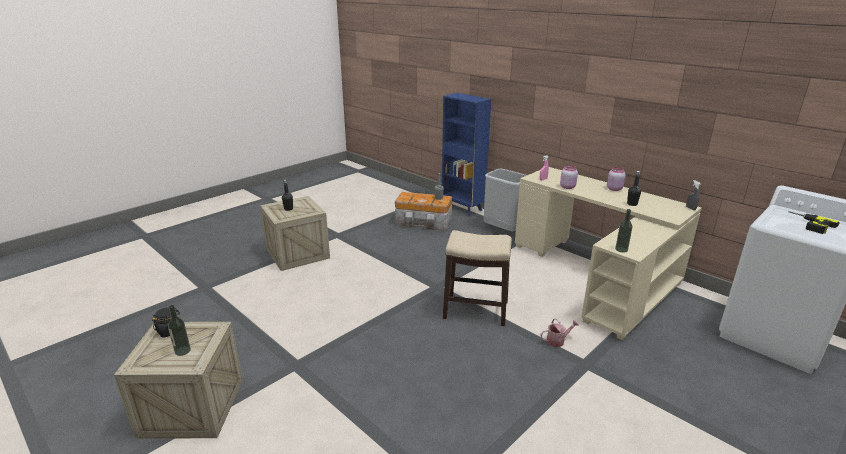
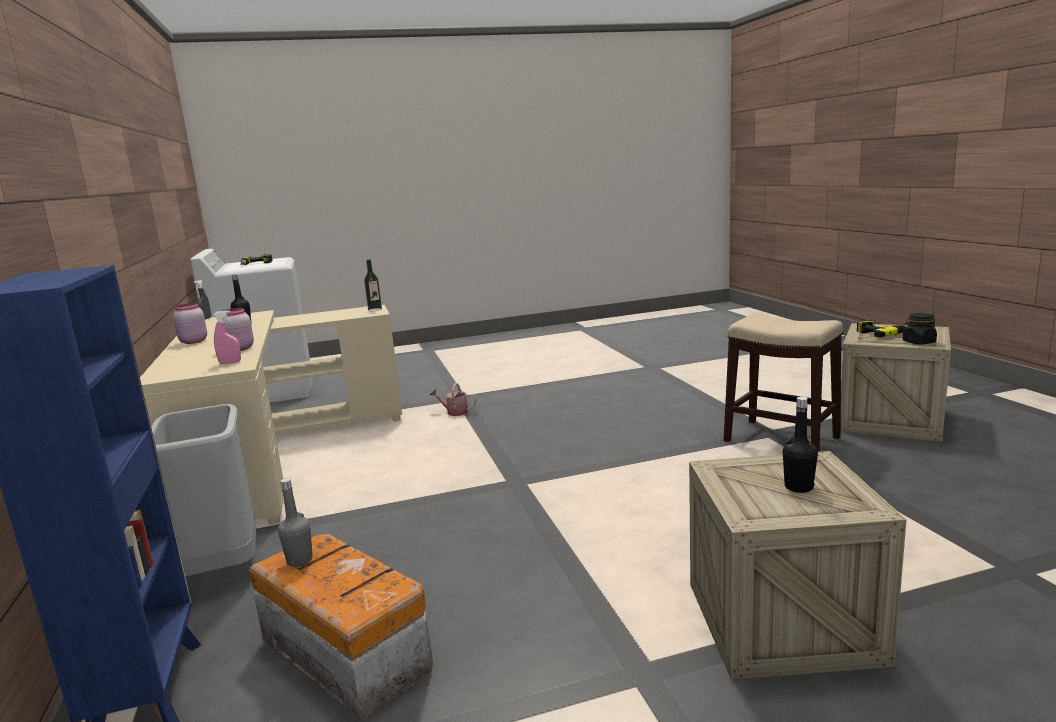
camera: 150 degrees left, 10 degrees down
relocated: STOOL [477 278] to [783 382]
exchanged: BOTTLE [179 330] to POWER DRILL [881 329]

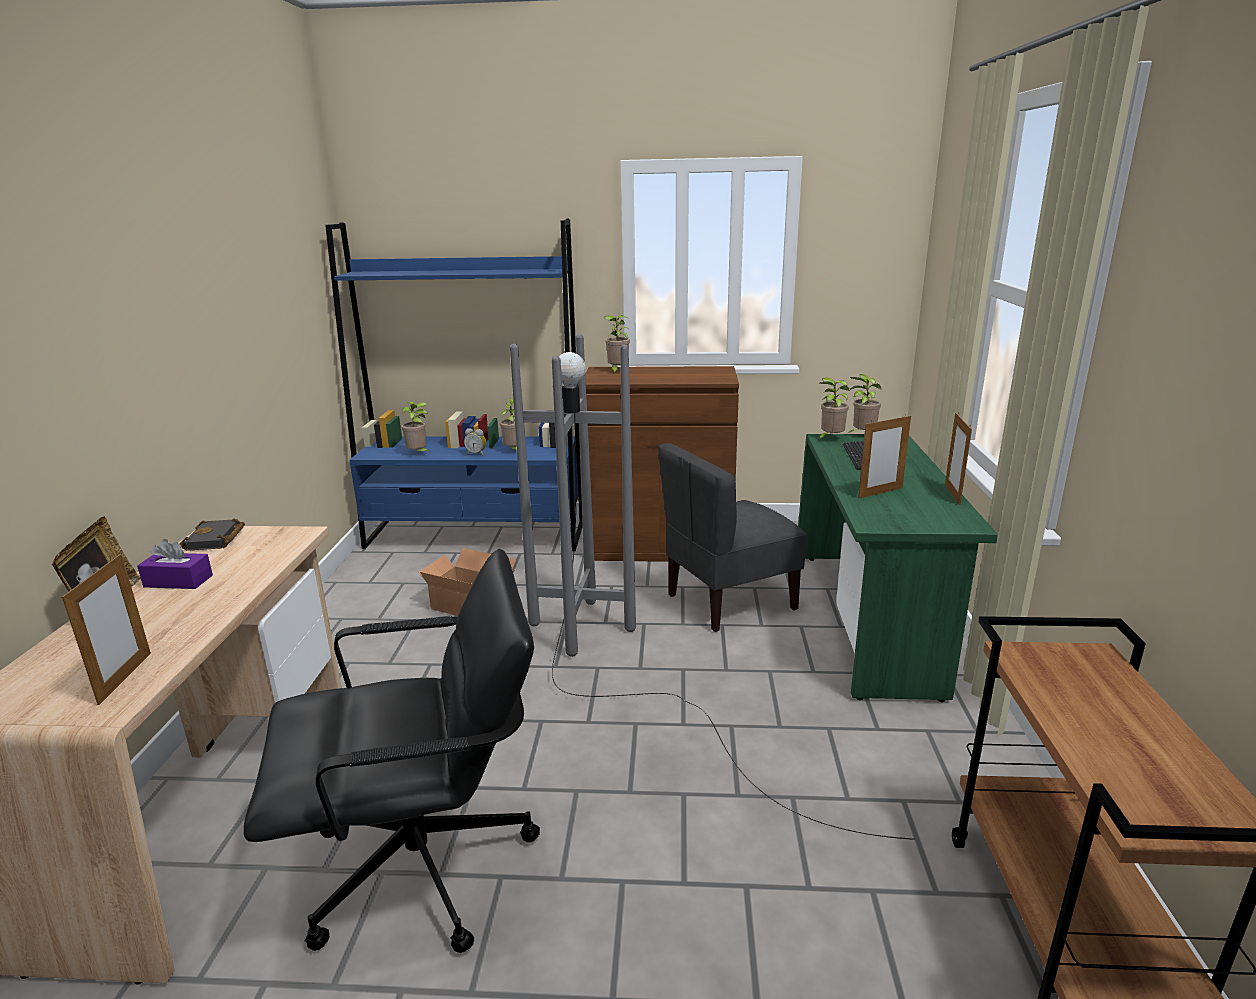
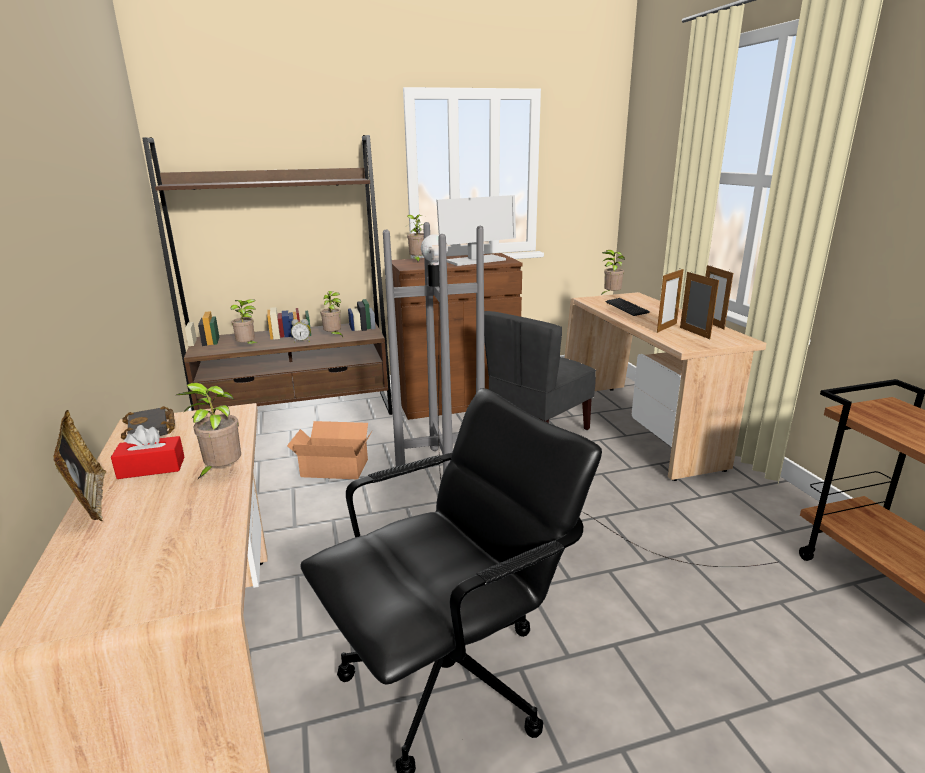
camera: 20 degrees left, 0 degrees up
appeared: MONITOR [476 230]
relocated: POTTED PLANT [834 408] to [209 431]; PICTURE FRAME [106 629] to [699 305]
colour: BLUE BOOKCASE [454 384] to BROWN BOOKCASE [267 275]; GREEN DESK [898 568] to BEIGE DESK [666 386]; PURPLE TISSUE BOX [175 564] to RED TISSUE BOX [147 452]

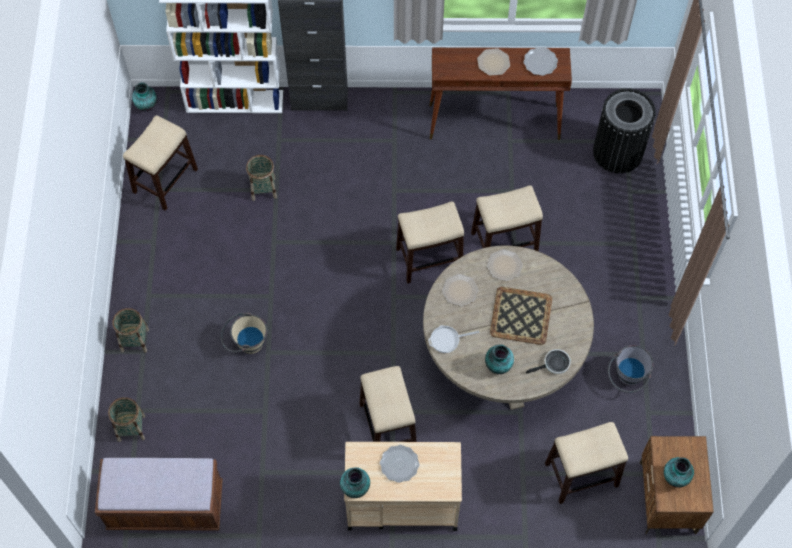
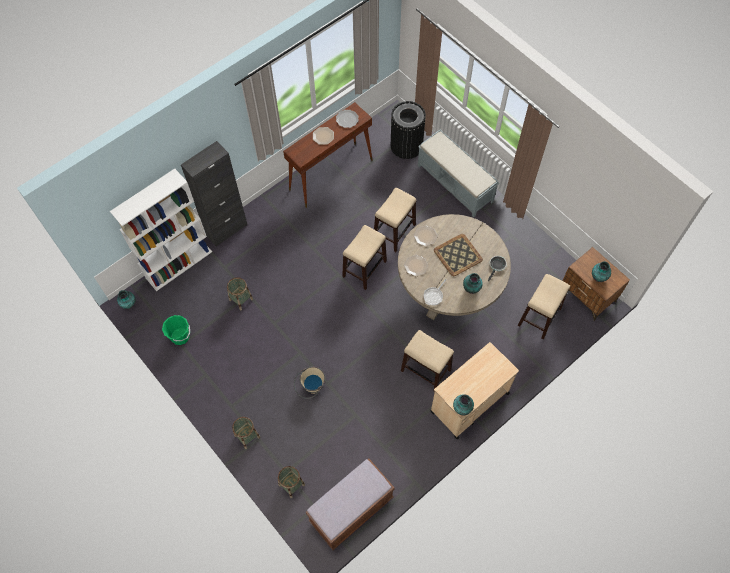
camera: 40 degrees left, 0 degrees up
missing: GREY BUCKET [630 369]; PLATE [399 464]
appeared: GREY BENCH [458 174]
exchanged: STOOL [160 163] to GREEN BUCKET [176 330]

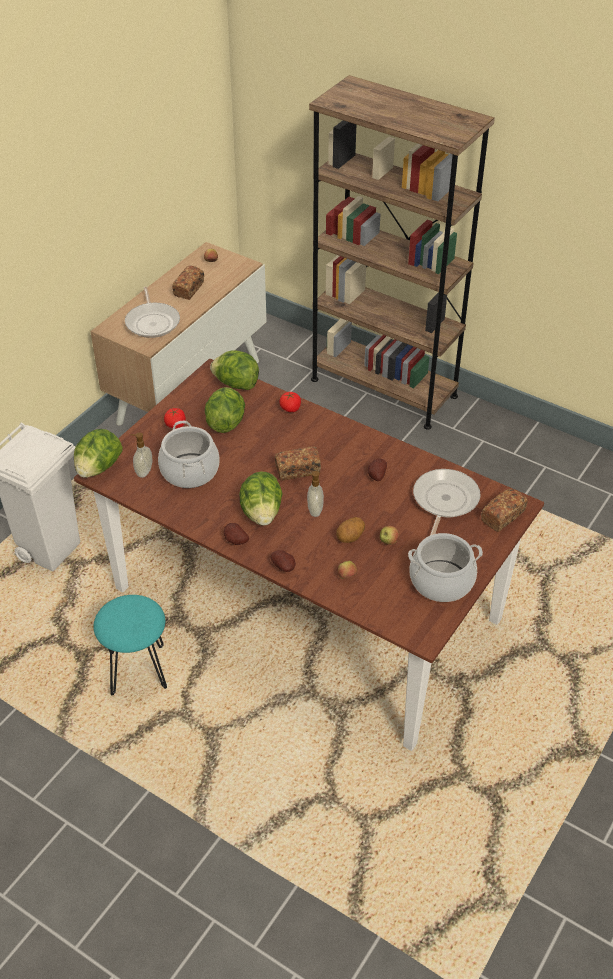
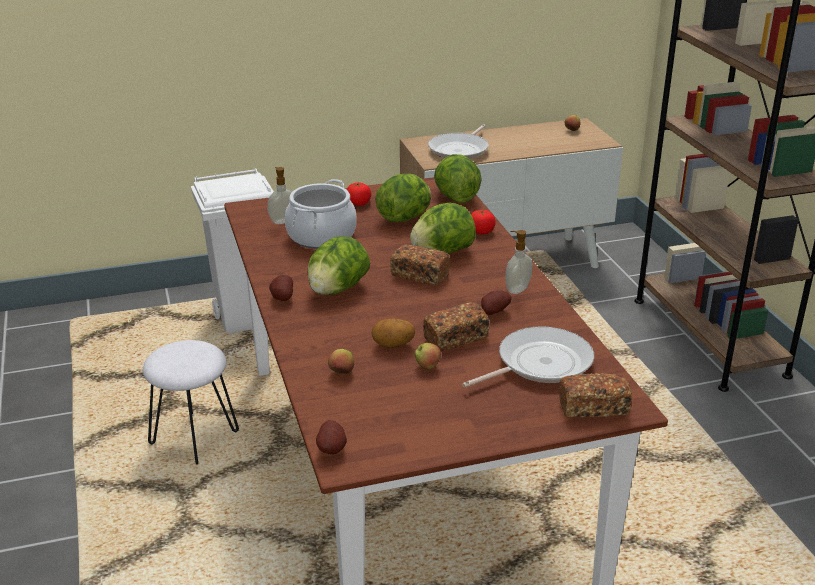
camera: 40 degrees right, 15 degrees down
missing: COOKING POT [445 567]
relocated: BREAD [188 282] to [456 327]; LETTUCE [98 453] to [443 227]; SOAP DISPENSER [314 494] to [519 262]; POTATO [283 561] to [331 437]
colour: TURQUOISE STOOL [130 645] to WHITE STOOL [191 402]

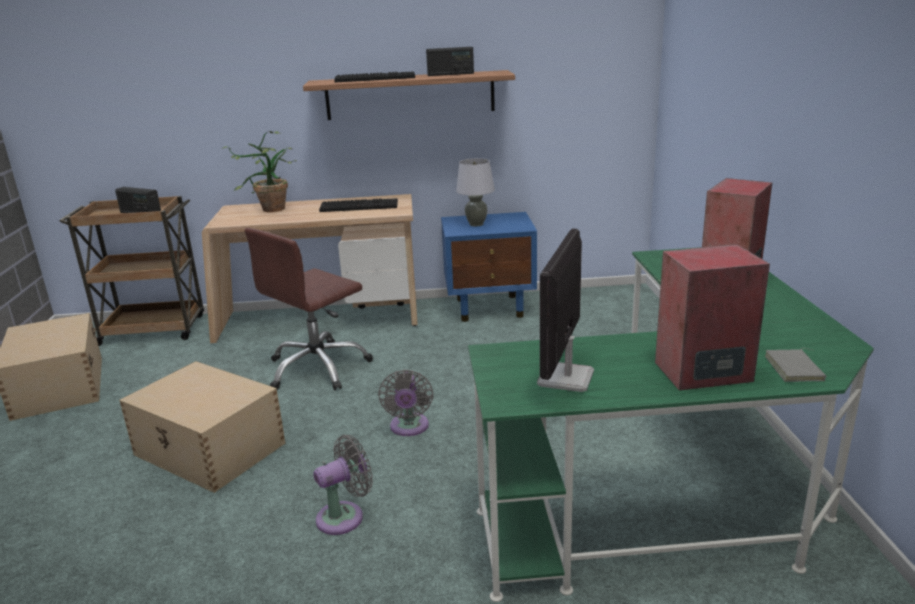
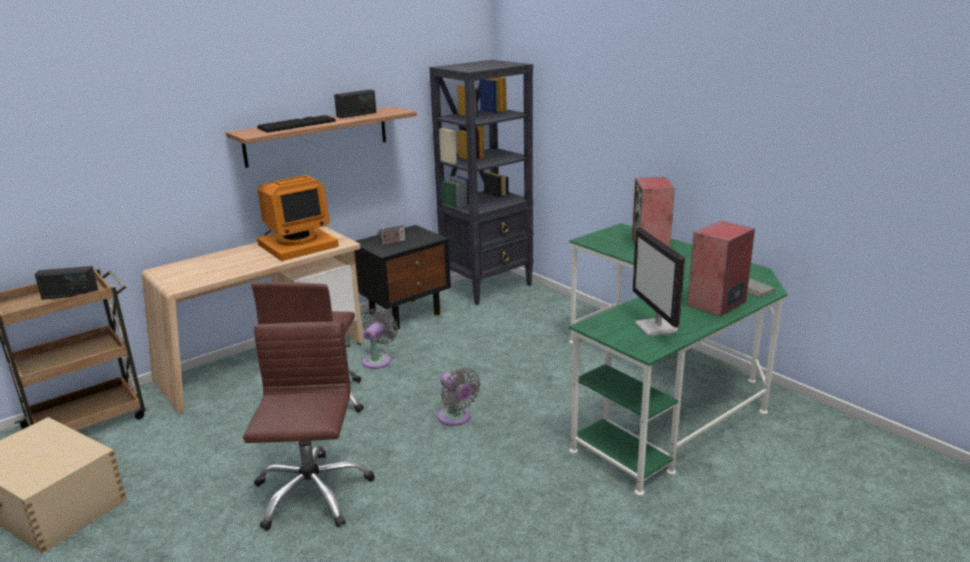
camera: 35 degrees left, 0 degrees up
missing: POTTED PLANT [259 171]
appeared: BLACK BOOKCASE [481 182]
relocated: GREY FAN [343 485] to [380 338]
exchanged: GREY TABLE LAMP [475 192] to RADIO [391 233]; KEYBOARD [358 205] to MONITOR [298 218]; BEIGE STORAGE BOX [202 427] to BROWN OFFICE CHAIR [309 426]
colour: BLUE NIGHTSTAND [489 267] to BLACK NIGHTSTAND [402 277]

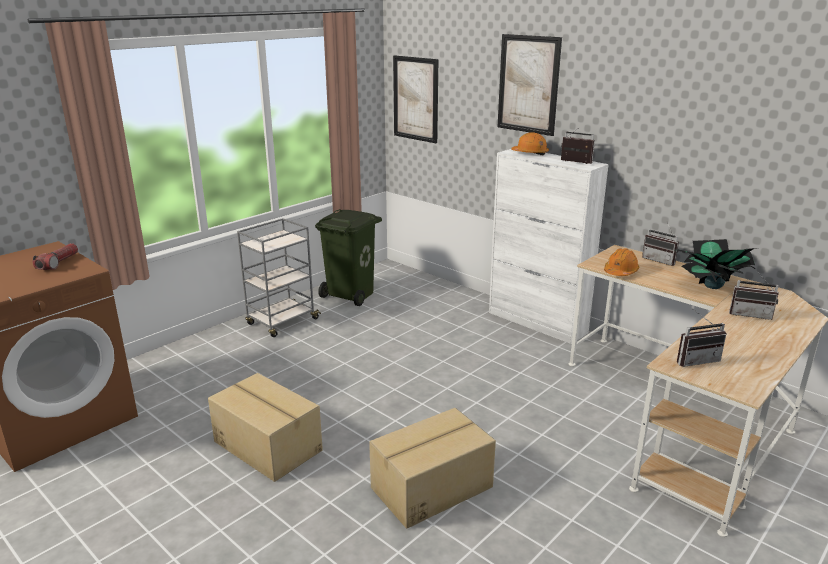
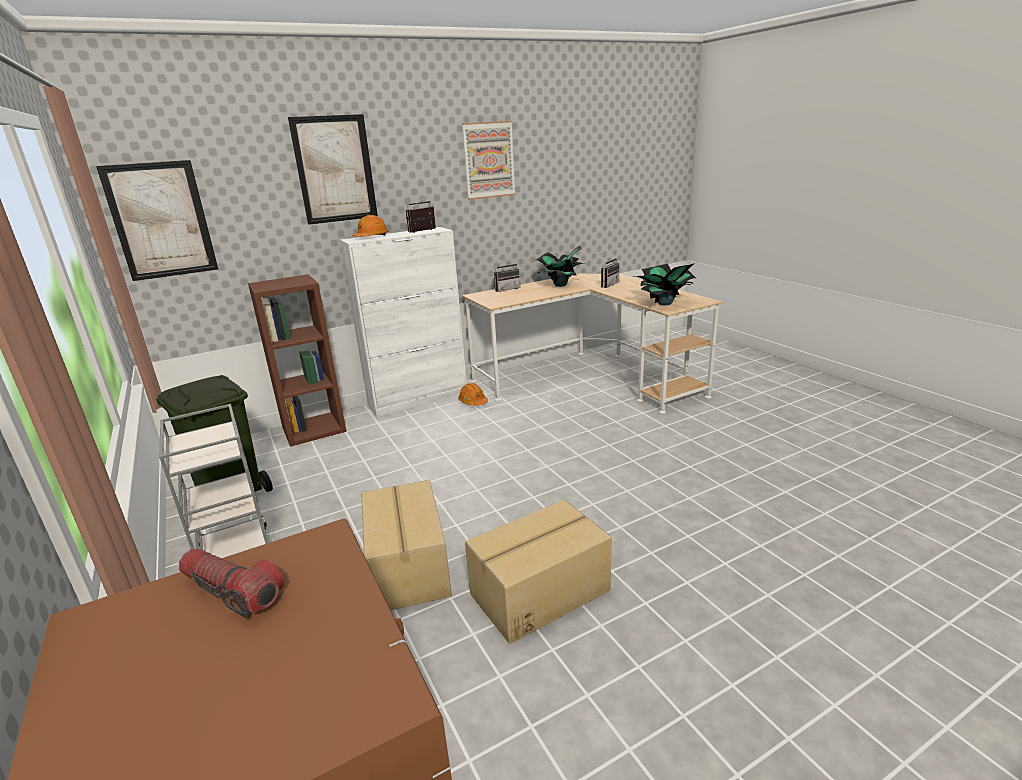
camera: 70 degrees left, 0 degrees up
appeared: PICTURE [489 160]; BROWN BOOKCASE [297 360]
relocated: ORANGE HARD HAT [621 262] to [473 394]; CARDBOARD BOX [432 468] to [406 545]
exchanged: RADIO [702 338] to POTTED PLANT [664 284]

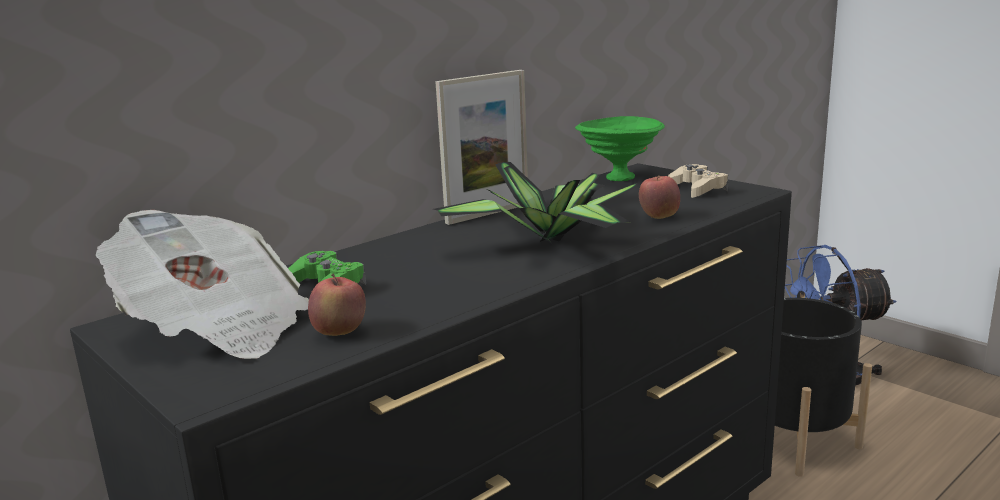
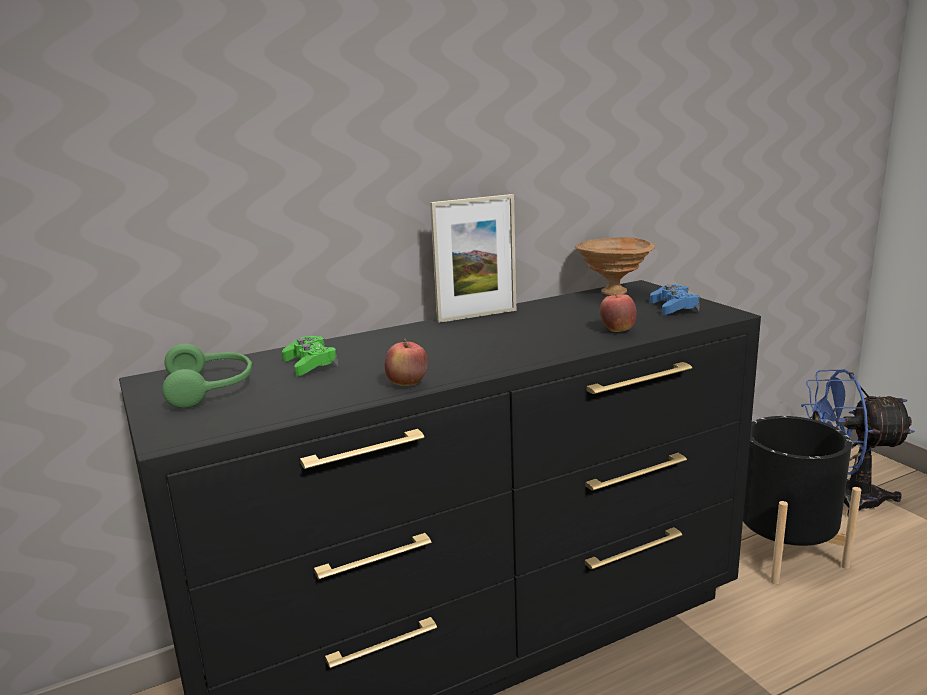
camera: 15 degrees right, 0 degrees up
missing: POTTED PLANT [535 203]
relocated: APPLE [337 304] to [406 362]
exchanged: NEWSPAPER [202 284] to GREEN HEADPHONES [207 376]
colour: GREEN BOWL [620 148] to BROWN BOWL [615 266]; BEIGE GAME CONTROLLER [698 181] to BLUE GAME CONTROLLER [675 300]

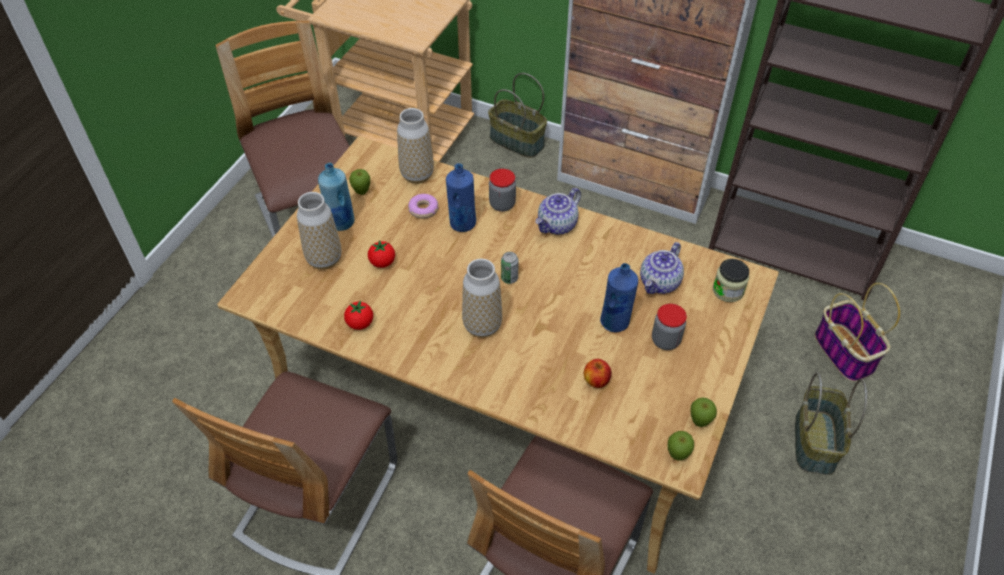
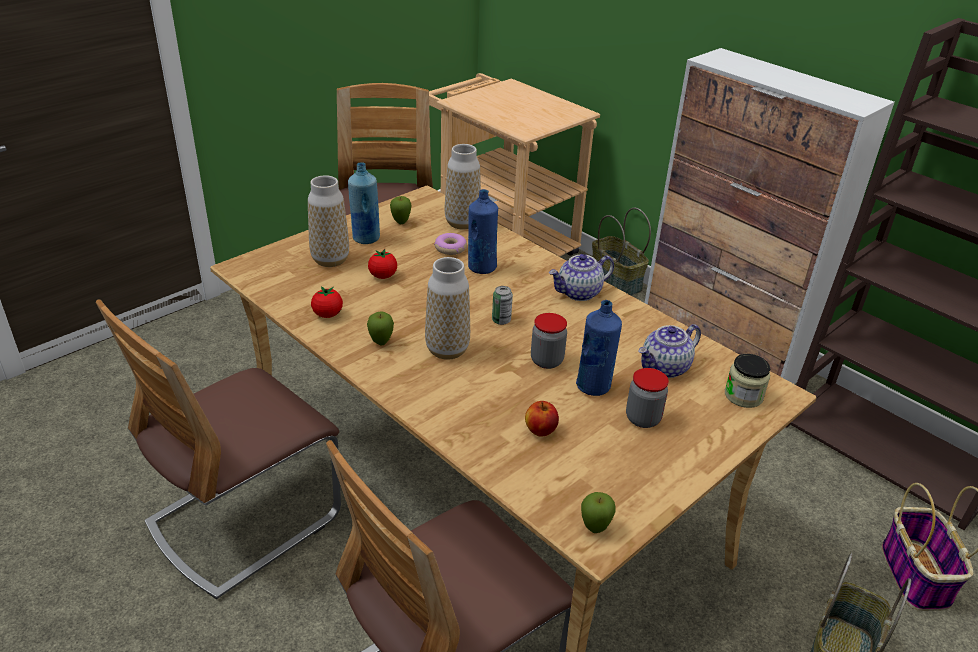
camera: 20 degrees right, 15 degrees down
relocated: JAR [502 190] to [549 341]; APPLE [704 412] to [380 328]

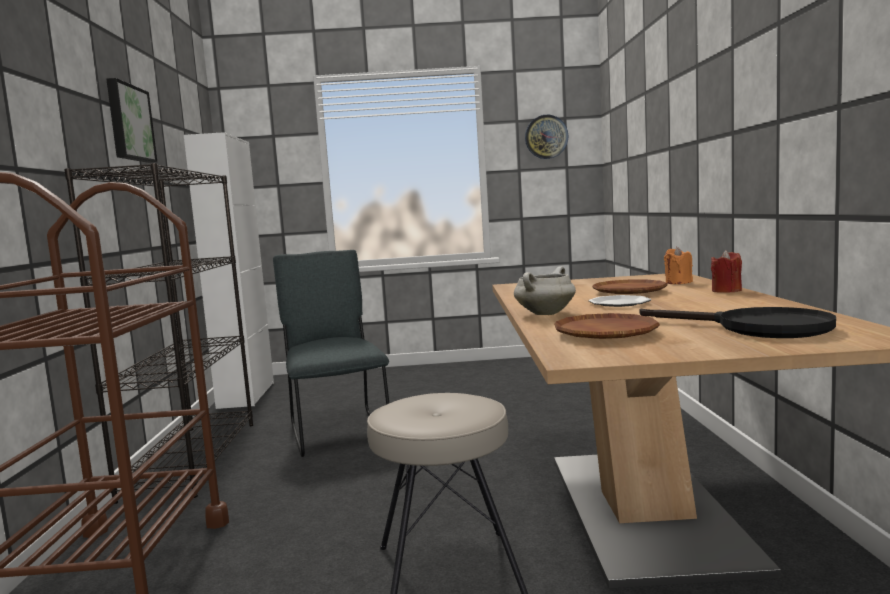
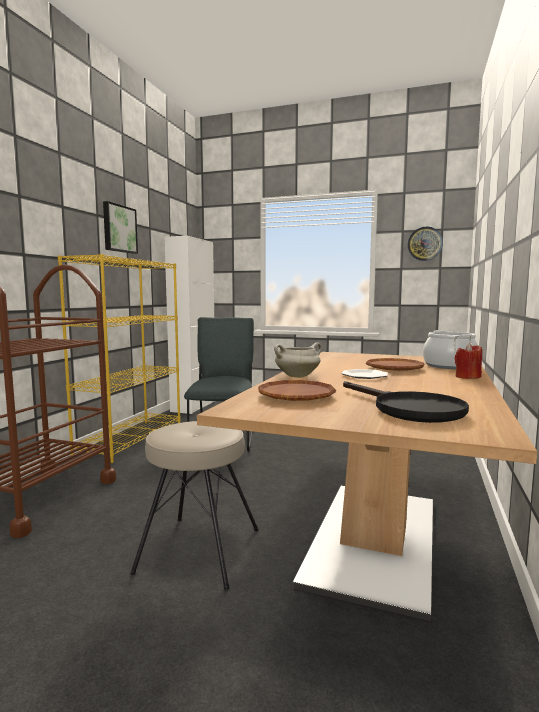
camera: 20 degrees right, 0 degrees up
exchanged: ORANGE CANDLE [678 265] to COOKING POT [450 349]
colour: BLACK BOOKCASE [158 333] to YELLOW BOOKCASE [119 358]

